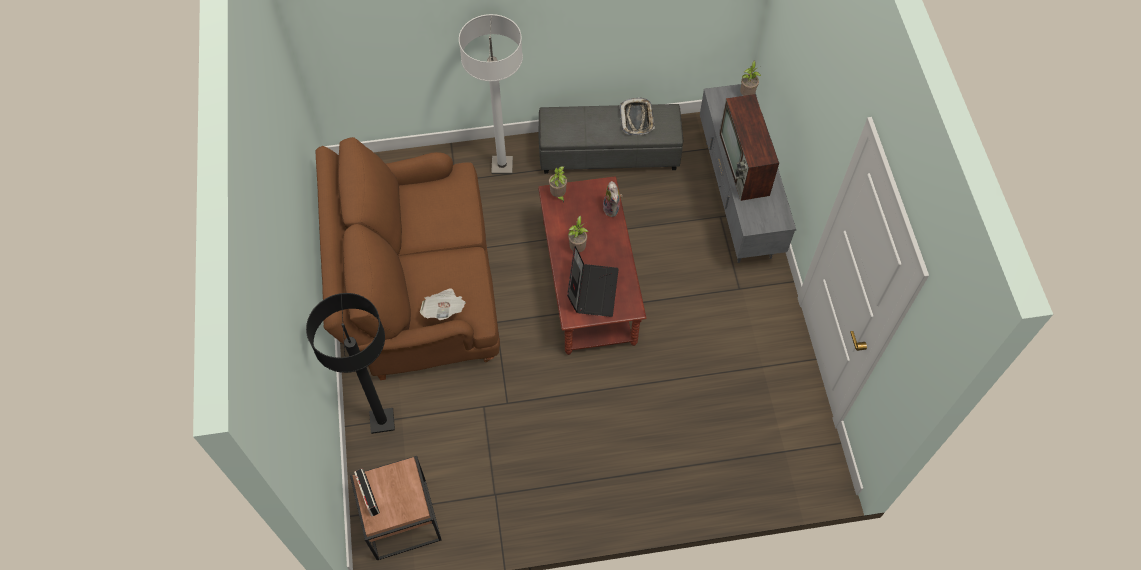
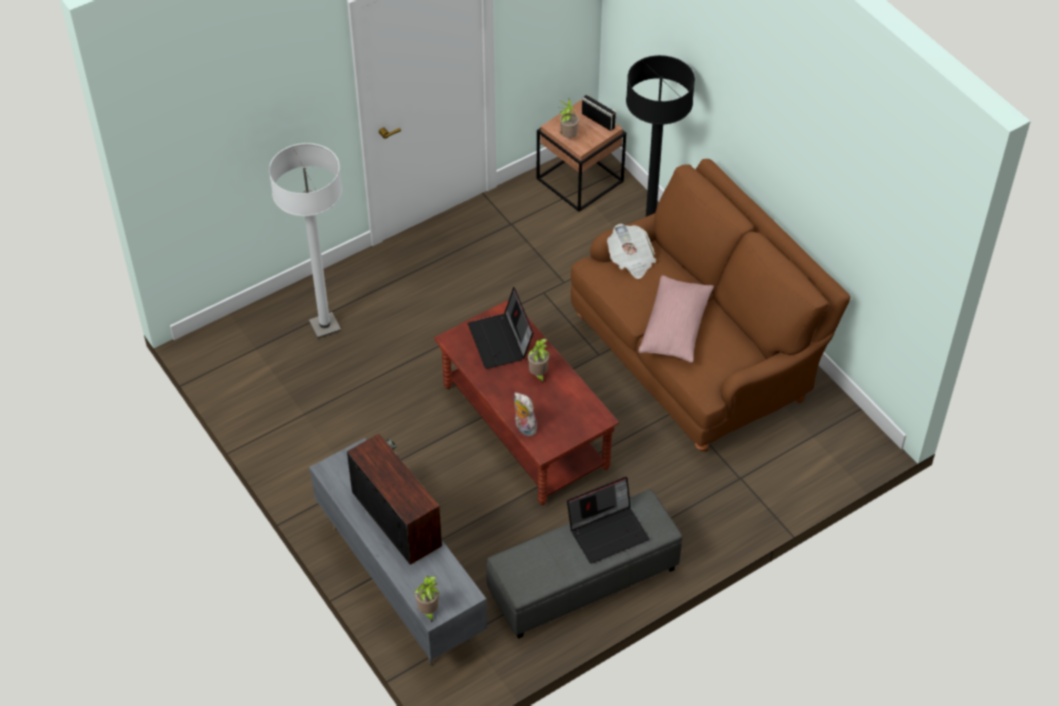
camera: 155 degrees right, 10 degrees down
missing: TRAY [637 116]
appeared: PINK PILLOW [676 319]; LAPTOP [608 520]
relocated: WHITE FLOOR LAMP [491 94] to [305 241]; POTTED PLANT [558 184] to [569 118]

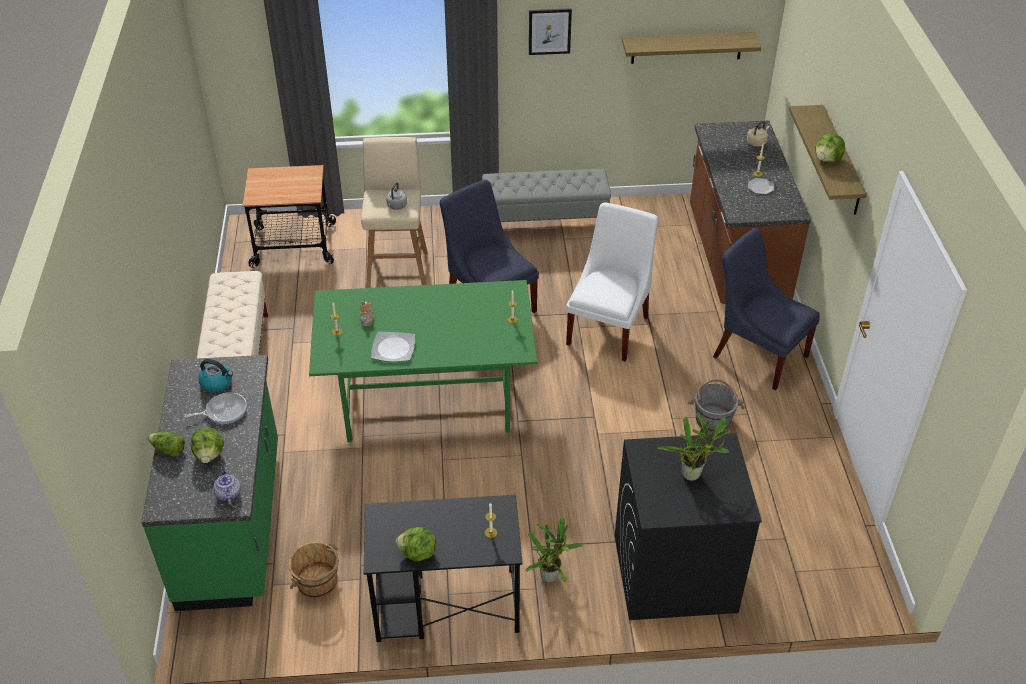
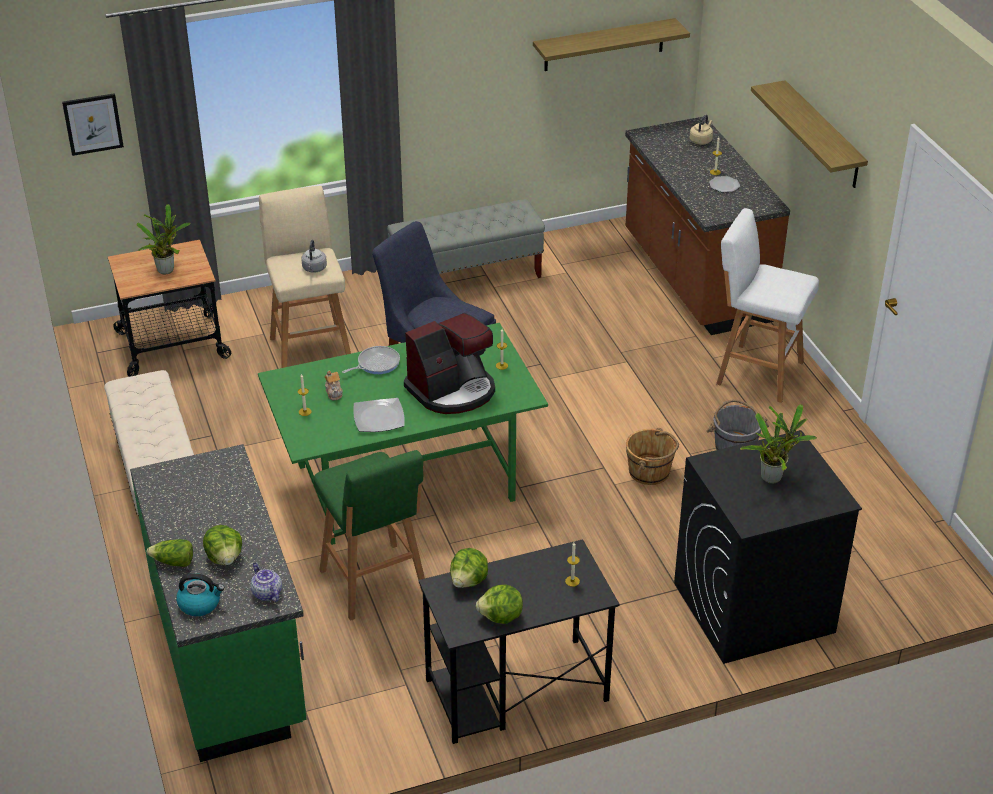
camera: 15 degrees left, 5 degrees down
missing: WHITE CHAIR [612 282]
appeared: COFFEE MACHINE [449 363]; GREEN STOOL [369 535]
relocated: PICTURE [550 31] to [93 124]; LETTUCE [830 147] to [469 568]; KETTLE [215 375] to [200 594]; FRYING PAN [216 408] to [371 360]; POTTED PLANT [554 549] to [164 239]; BROWN BUCKET [314 570] to [652 456]
exchanged: BLUE CHAIR [766 309] to WHITE STOOL [767 305]

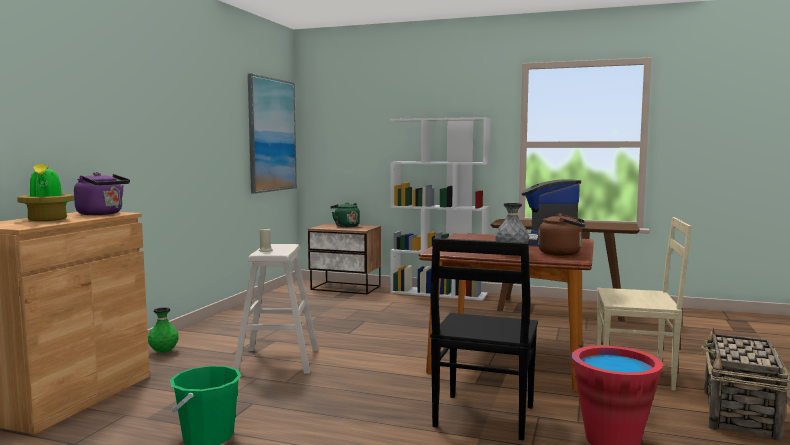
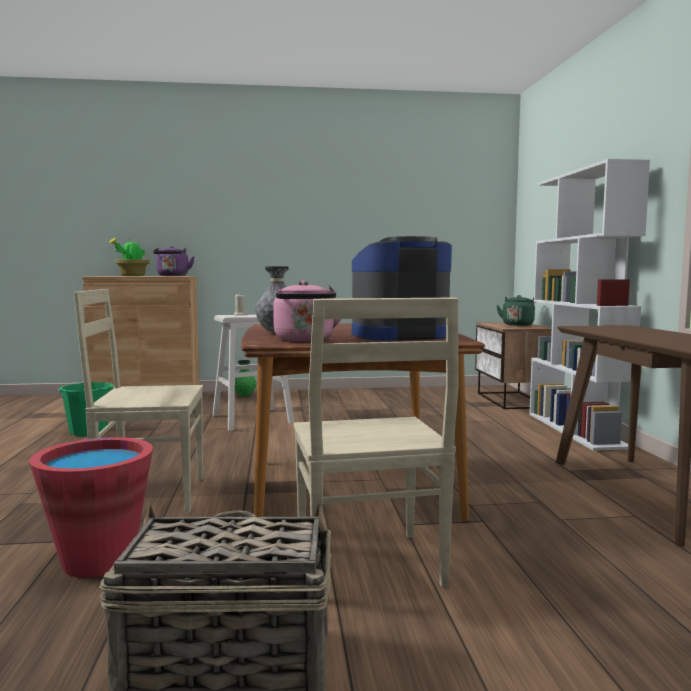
camera: 65 degrees right, 0 degrees up
missing: PICTURE [272 133]
colour: BROWN KETTLE [561 234] to PINK KETTLE [307 311]; BLACK CHAIR [484 339] to BEIGE CHAIR [138 401]

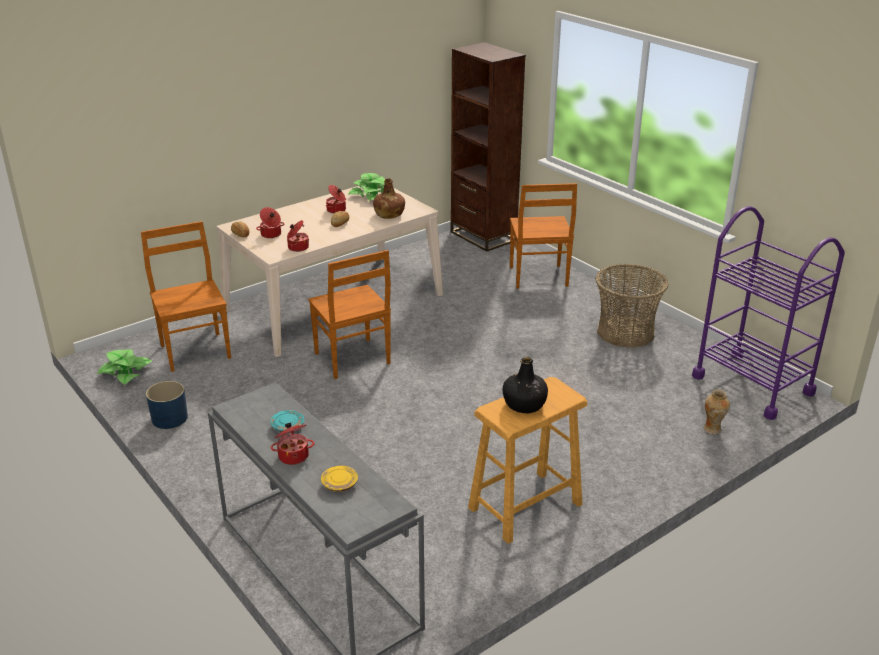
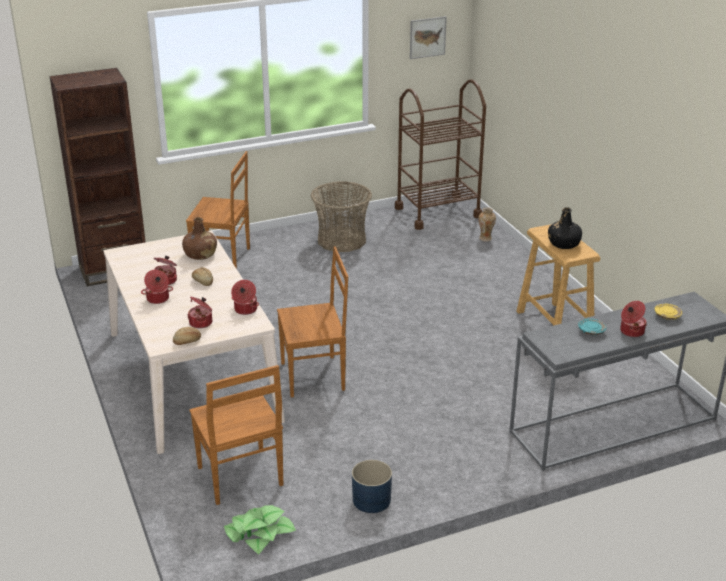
camera: 75 degrees left, 0 degrees up
missing: POTTED PLANT [372 187]
appeared: PICTURE [428 37]; COOKING POT [157 287]
colour: PURPLE CART [768 313] to BROWN CART [440 154]
spun: BROWN CHAIR [186 296] = [236 435] 105 degrees counterclockwise

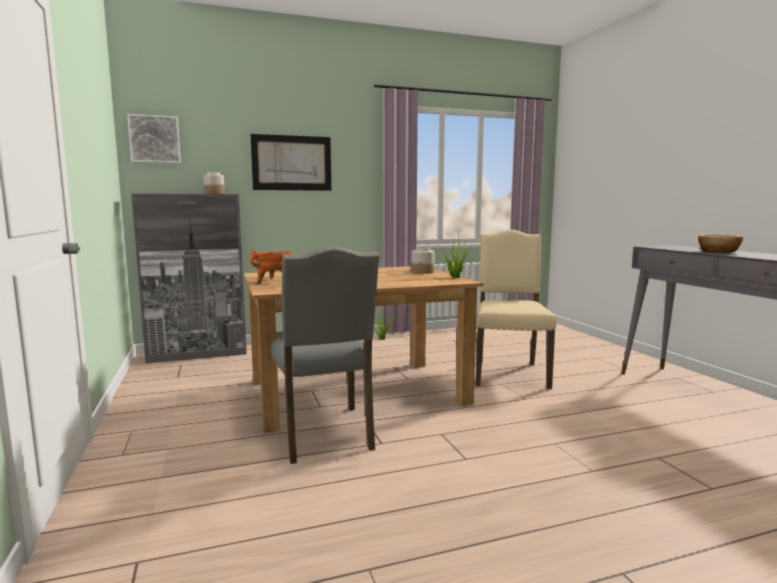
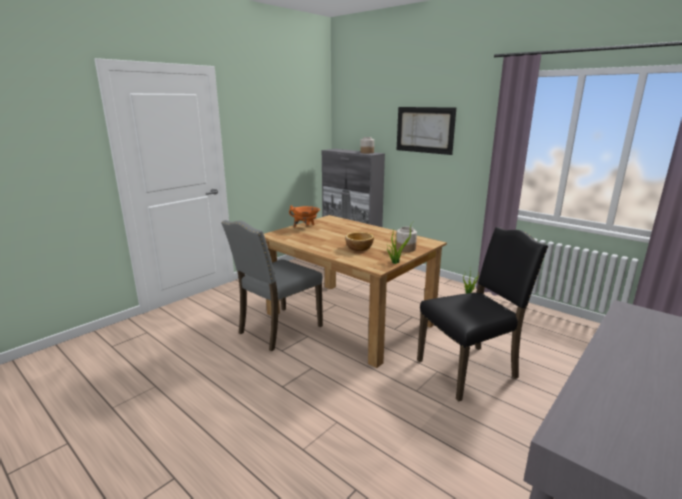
camera: 60 degrees right, 10 degrees up
missing: PICTURE [154 138]
relocated: BOWL [720 244] to [359 241]
colour: BEIGE CHAIR [516 309] to BLACK CHAIR [482 314]

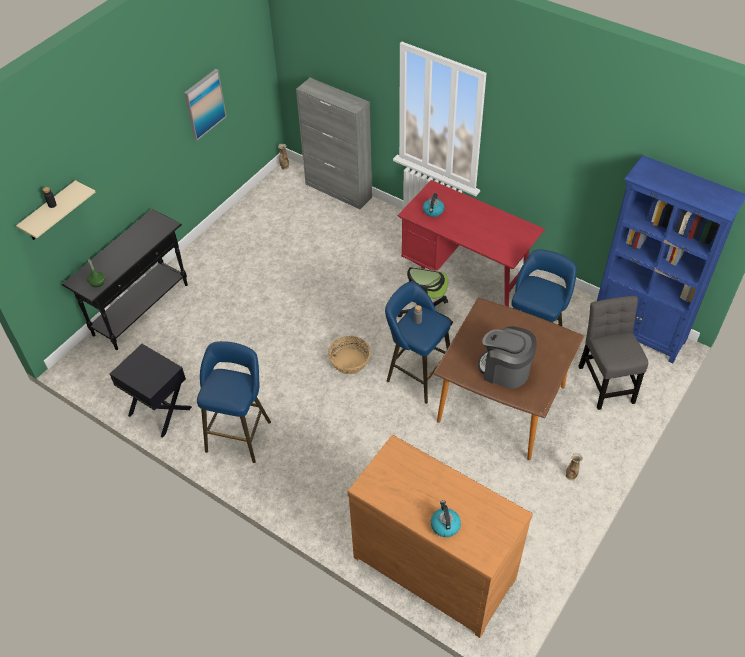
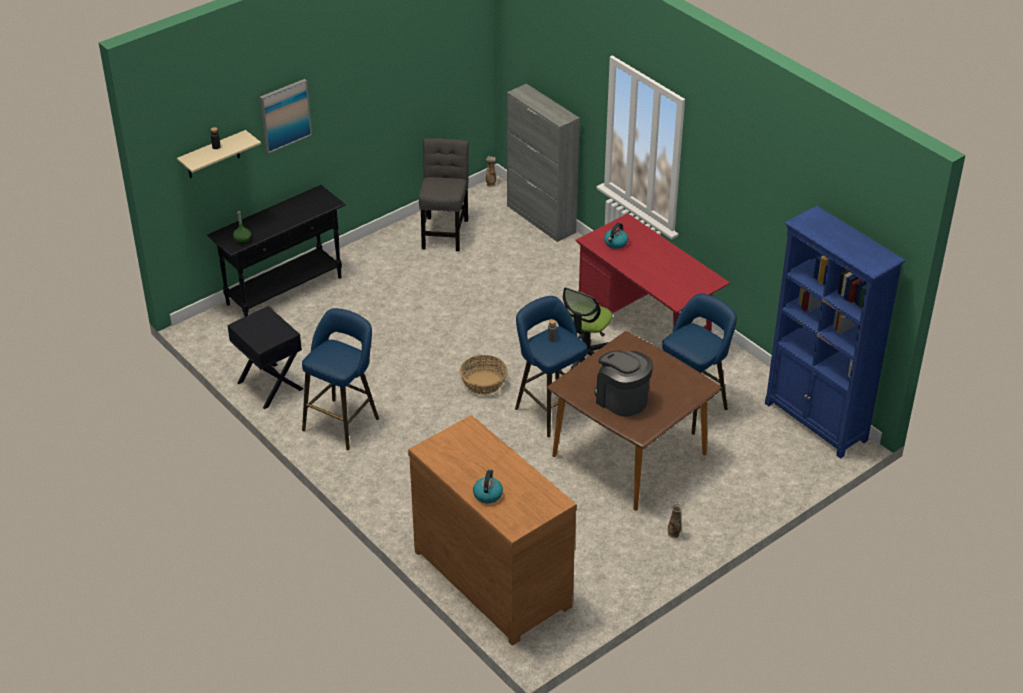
camera: 15 degrees right, 10 degrees down
relocated: PICTURE [205 105] to [286 116]; GREY CHAIR [613 353] to [444 194]

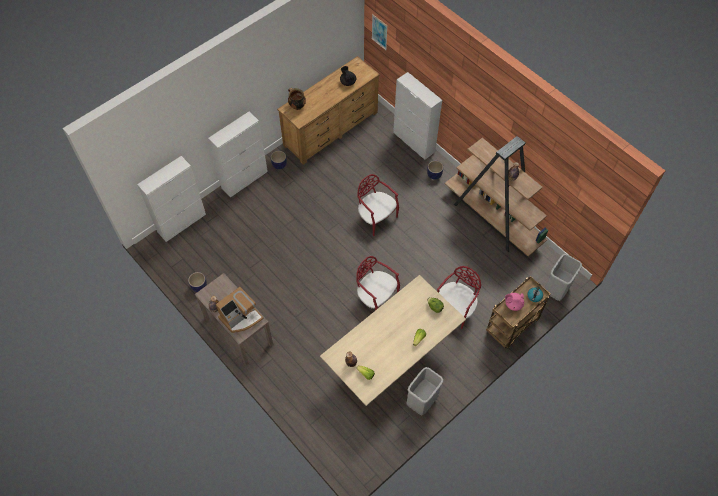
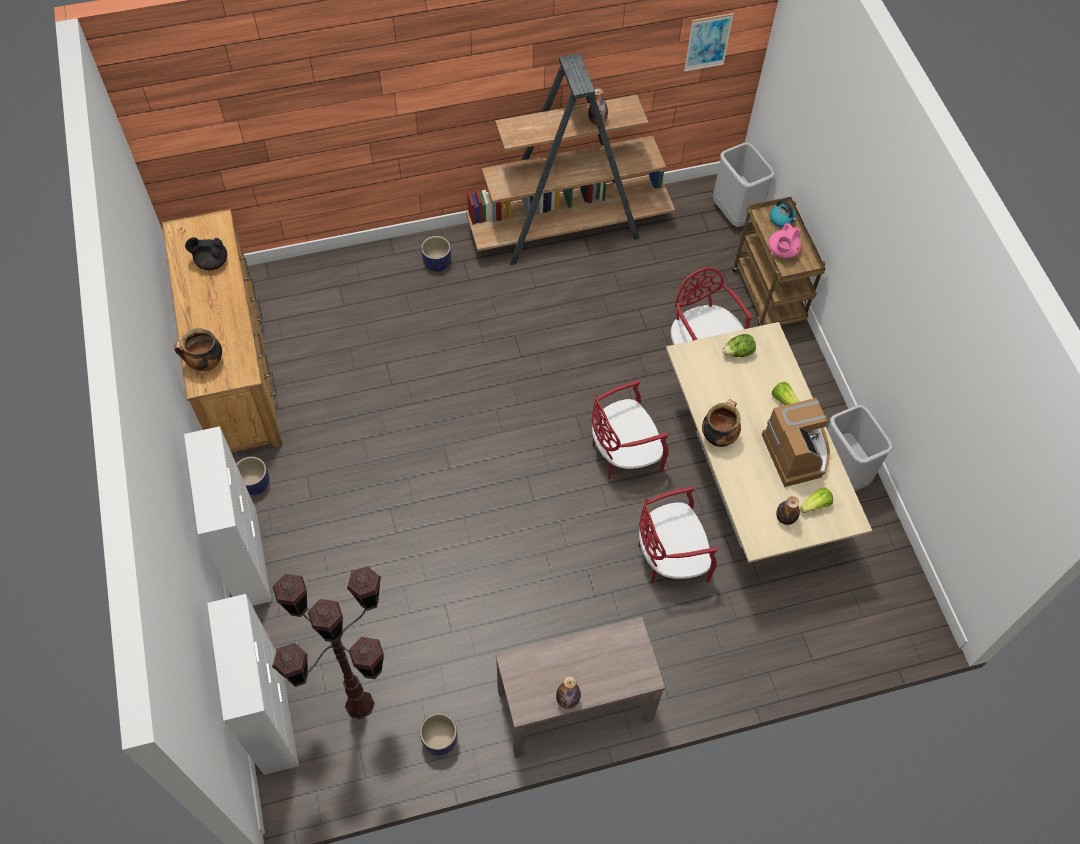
camera: 65 degrees left, 0 degrees up
missing: WHITE CABINET [417 116]
appeared: COOKING POT [721 423]; BROWN FLOOR LAMP [328 642]
relocated: PICTURE [379 32] to [709 42]; RED CHAIR [378 205] to [678 535]; COFFEE MACHINE [240 310] to [796 442]

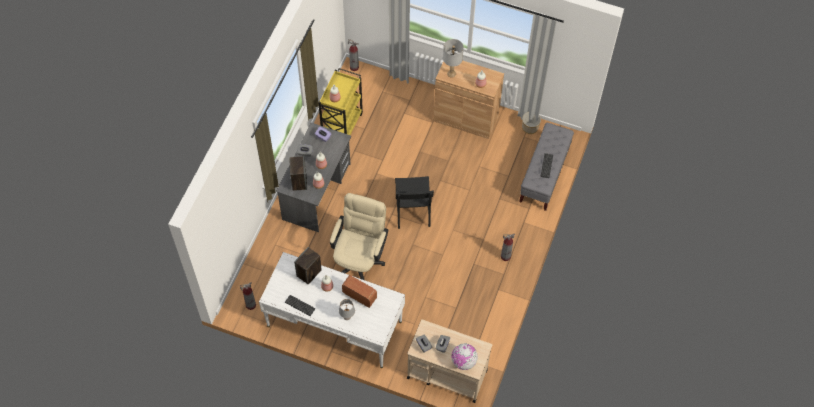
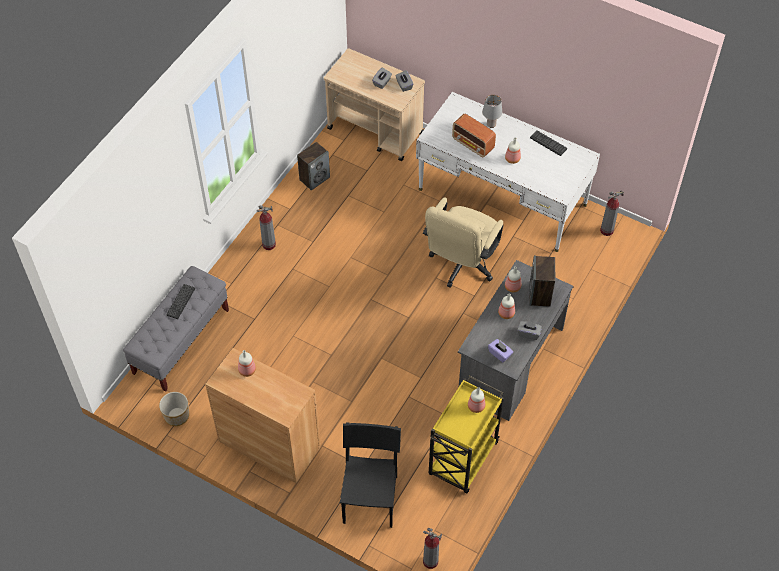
camera: 170 degrees left, 5 degrees down
missing: GREY TABLE LAMP [453 58]; GLOBE [464 357]
relocated: BLACK CHAIR [414 202] to [370 475]; SPEAKER [308 266] to [313 166]

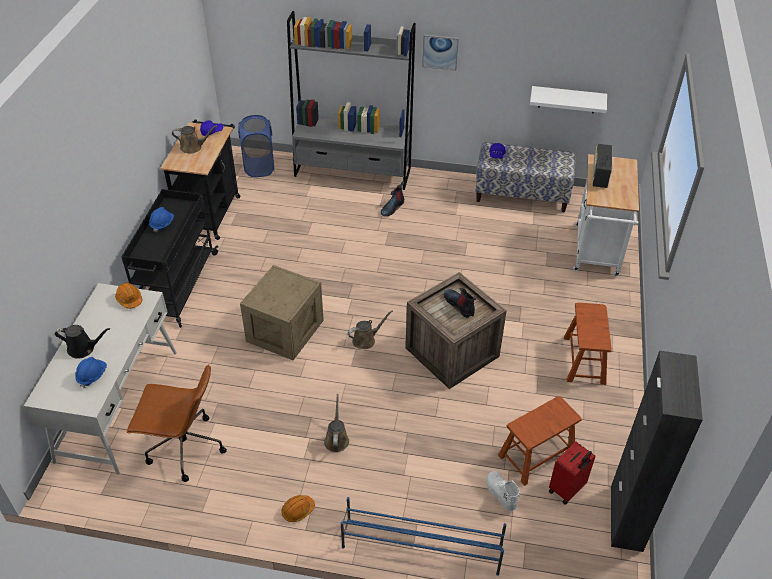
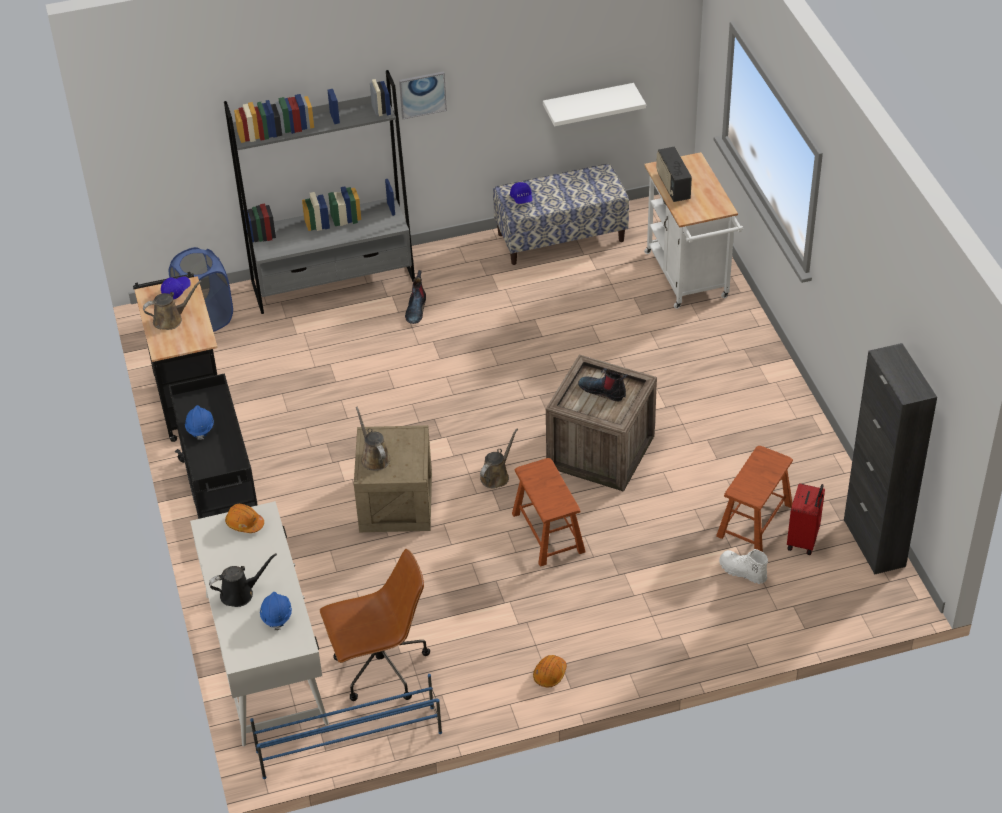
camera: 25 degrees left, 0 degrees up
relocated: BROWN STOOL [588 344] to [549 512]; BROWN WATERING CAN [336 423] to [373 439]; BLUE SHOE RACK [424 536] to [346 726]

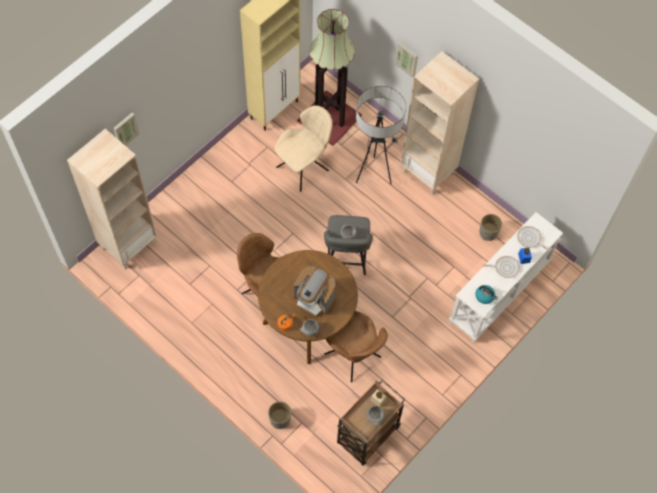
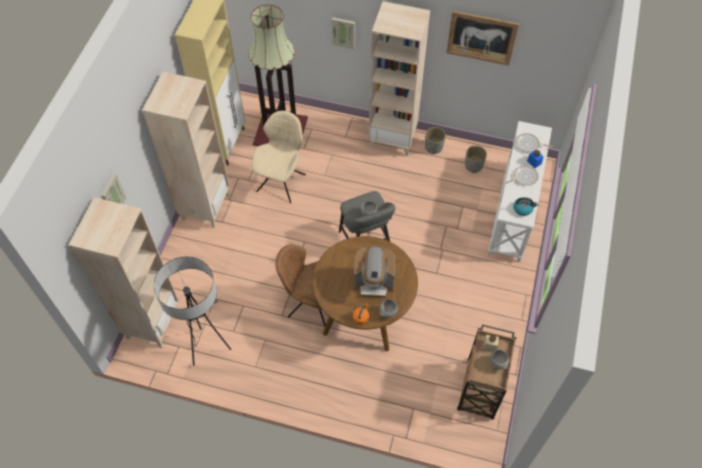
camera: 25 degrees left, 5 degrees down
missing: BROWN CHAIR [356 347]
appeared: PICTURE [482 38]; BEIGE BOOKCASE [186 150]
relocated: FLOOR LAMP [381 135] to [192 311]; GREY PLANTER [279 415] to [435 140]

